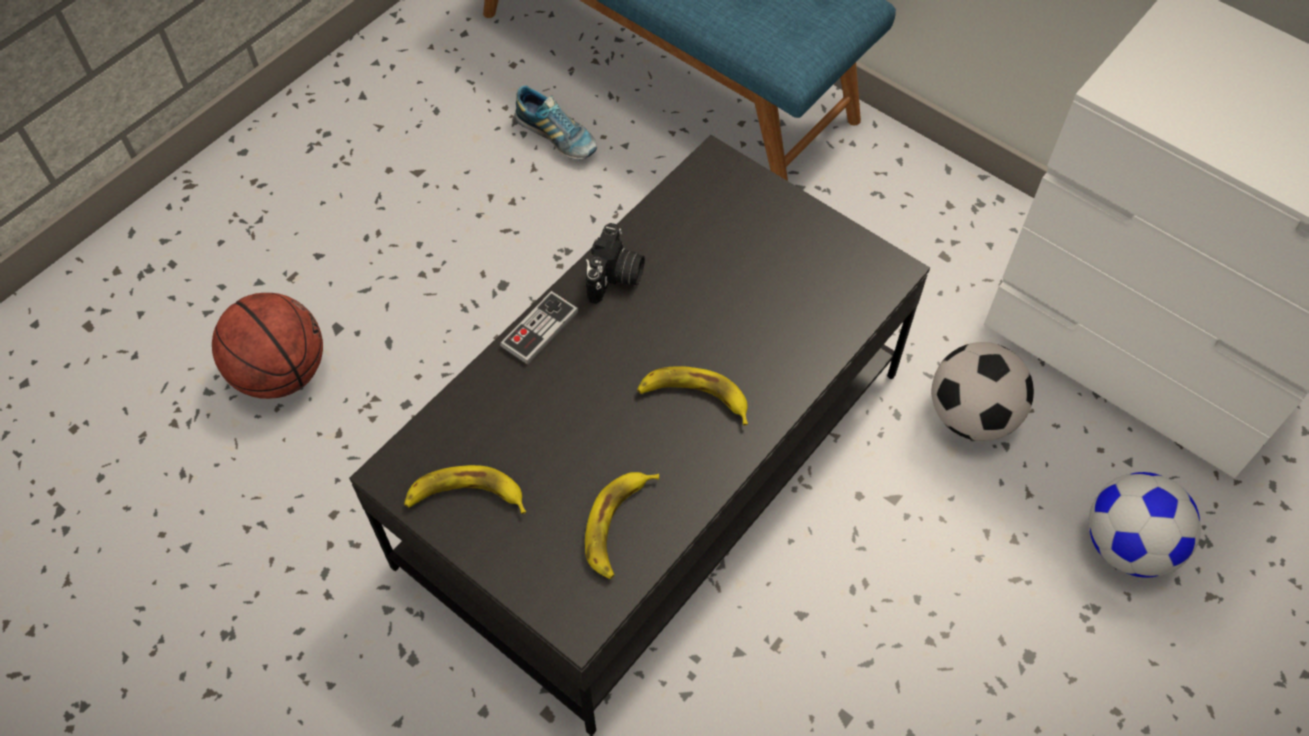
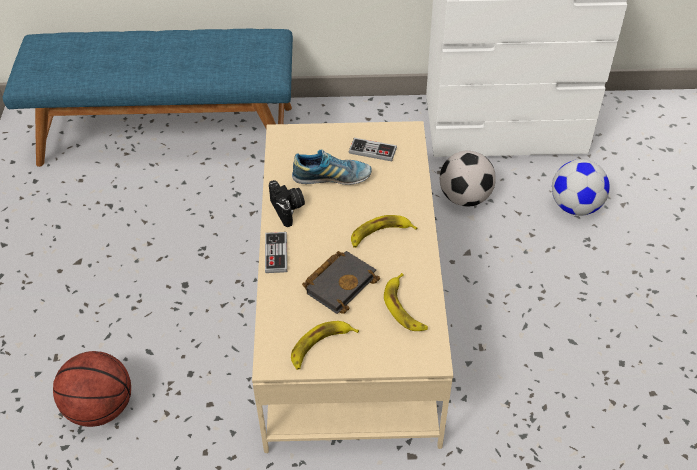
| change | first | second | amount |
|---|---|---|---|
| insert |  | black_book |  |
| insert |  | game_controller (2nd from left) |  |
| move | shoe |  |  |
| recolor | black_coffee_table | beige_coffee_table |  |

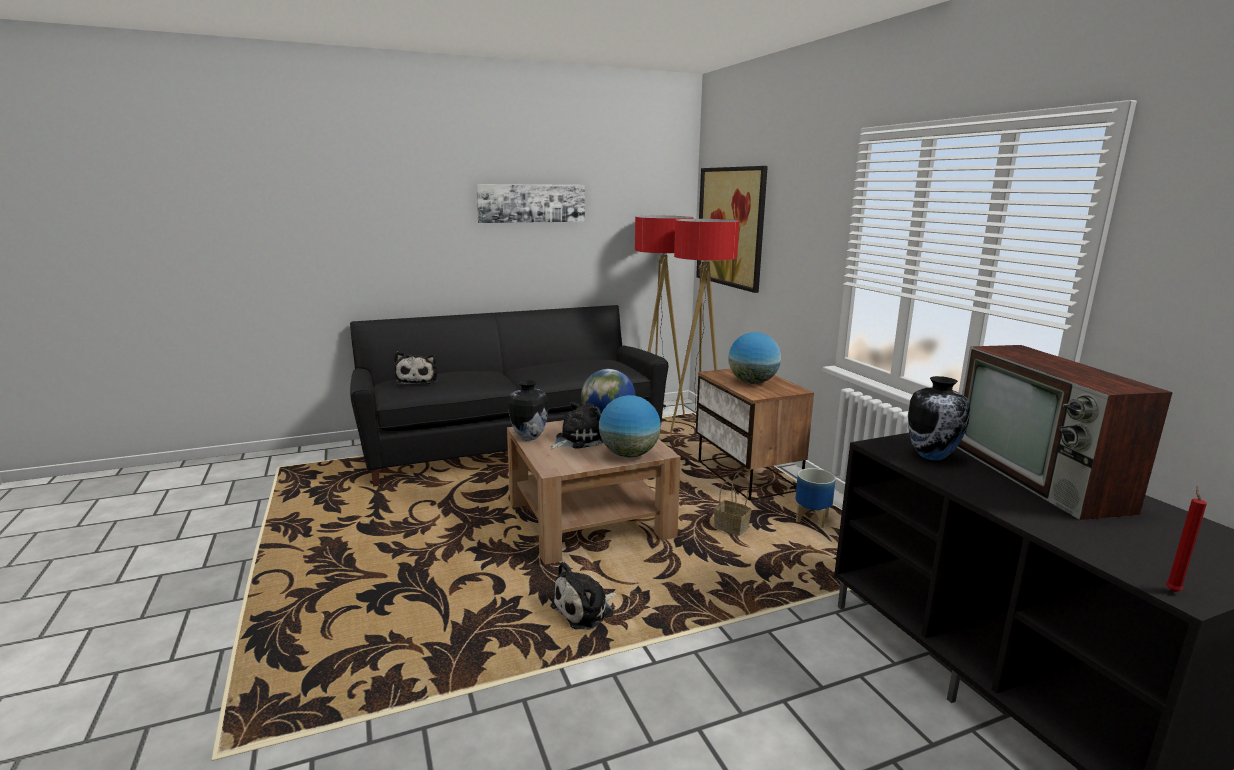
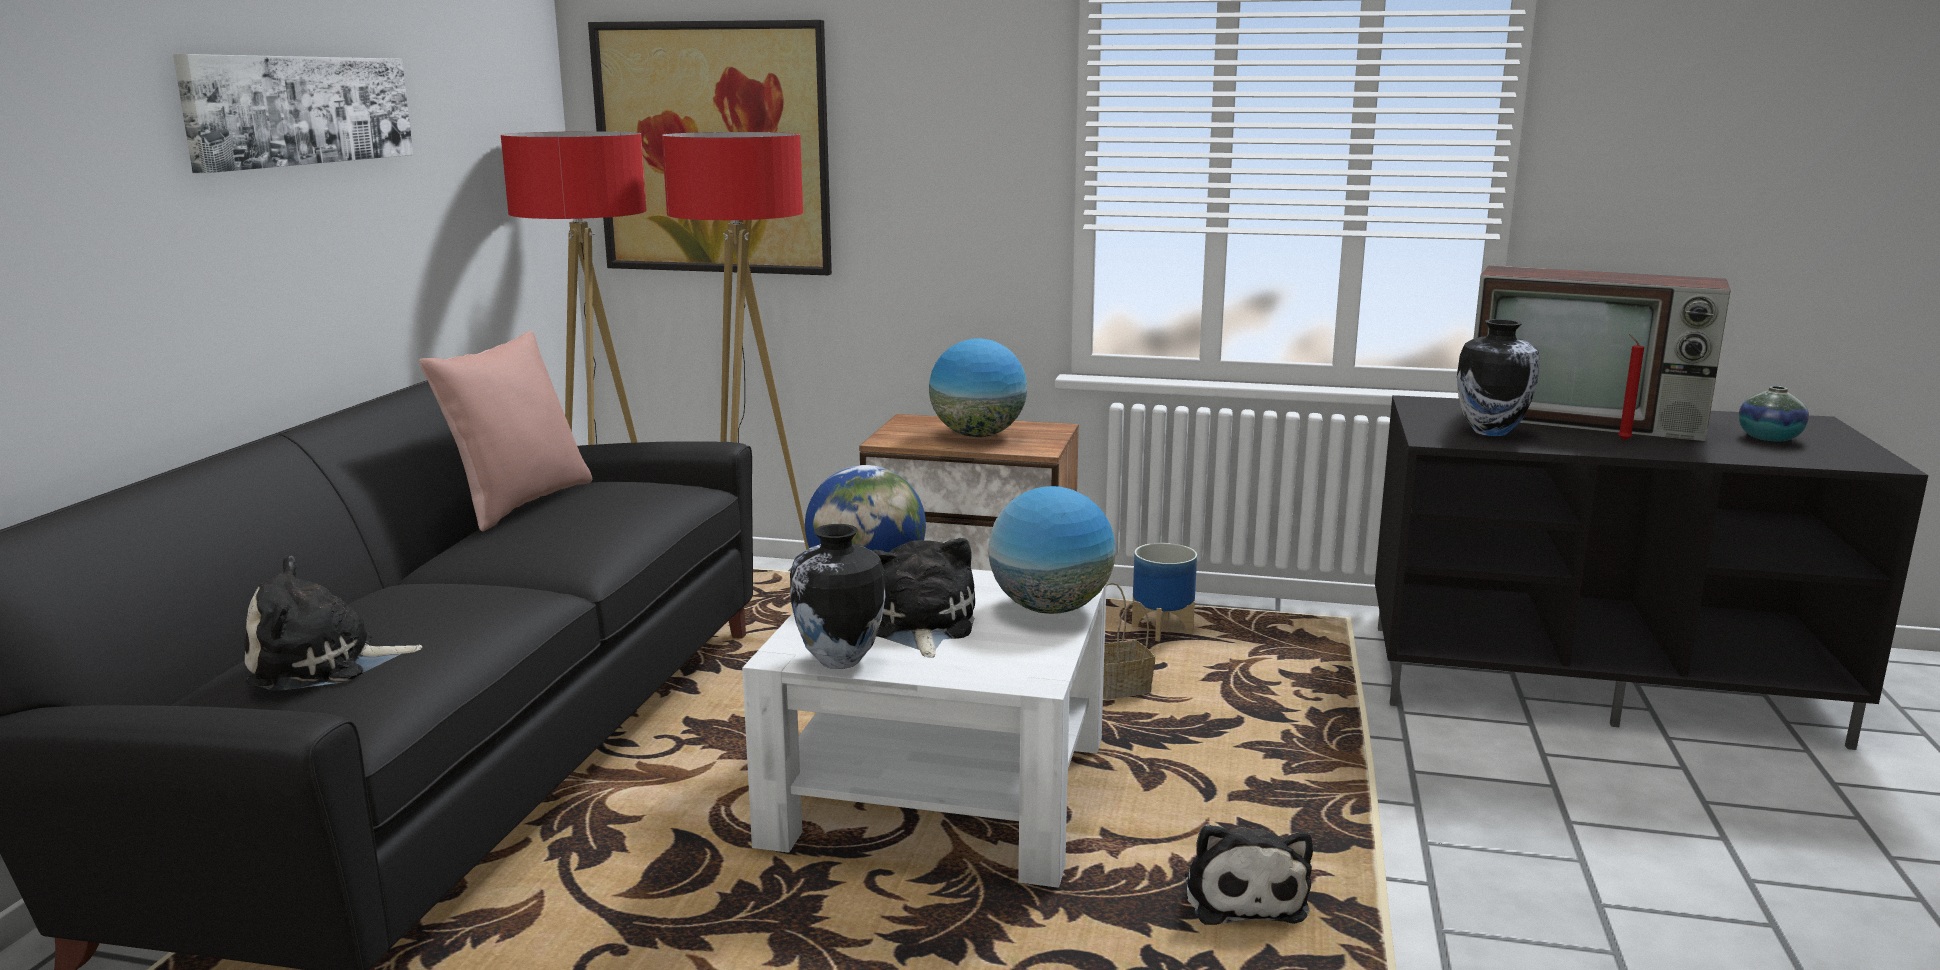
| change | first | second | amount |
|---|---|---|---|
| insert |  | pink_pillow |  |
| insert |  | vase (3rd from left) |  |
| move | red_candle |  |  |
| recolor | brown_coffee_table | white_coffee_table |  |
| rotate | plush_toy (1st from left) |  | 135 degrees clockwise |

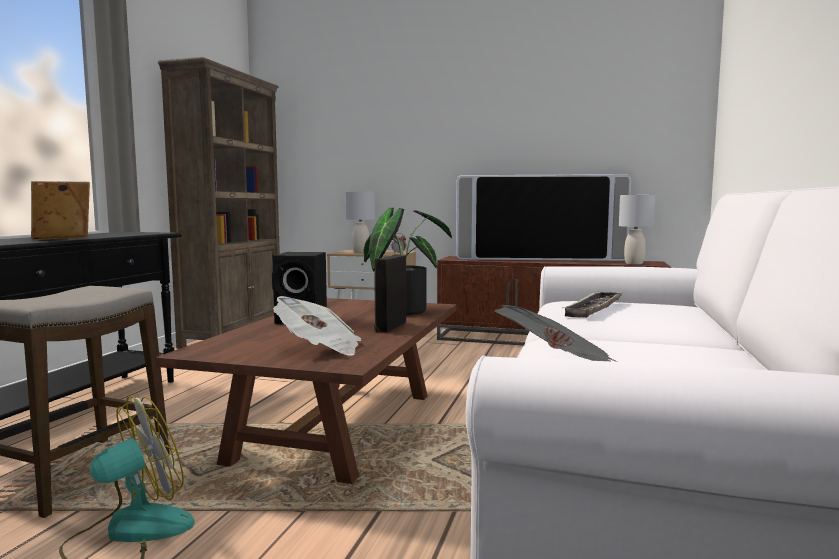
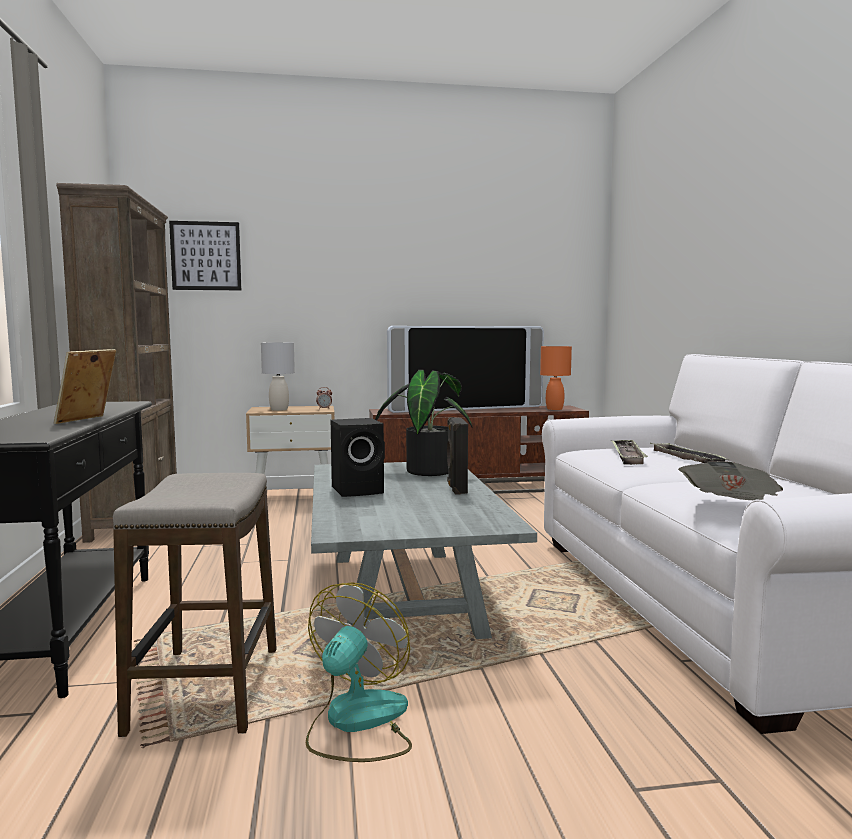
| change | first | second | amount |
|---|---|---|---|
| delete | newspaper (1st from left) |  |  |
| insert |  | picture |  |
| insert |  | tray (2nd from left) |  |
| recolor | brown_coffee_table | grey_coffee_table |  |
| recolor | grey_table_lamp (2nd from left) | orange_table_lamp |  |

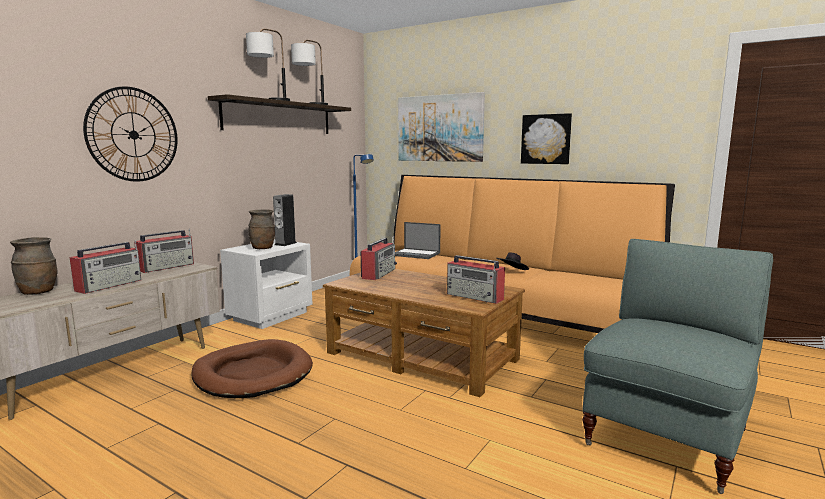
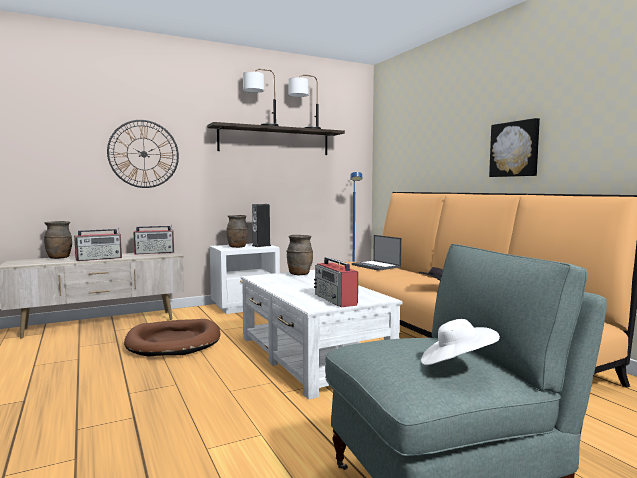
| change | first | second | amount |
|---|---|---|---|
| delete | picture (1st from left) |  |  |
| insert |  | white_hat |  |
| replace | radio (3rd from left) | brown_vase (3rd from left) |  |
| recolor | brown_coffee_table | white_coffee_table |  |

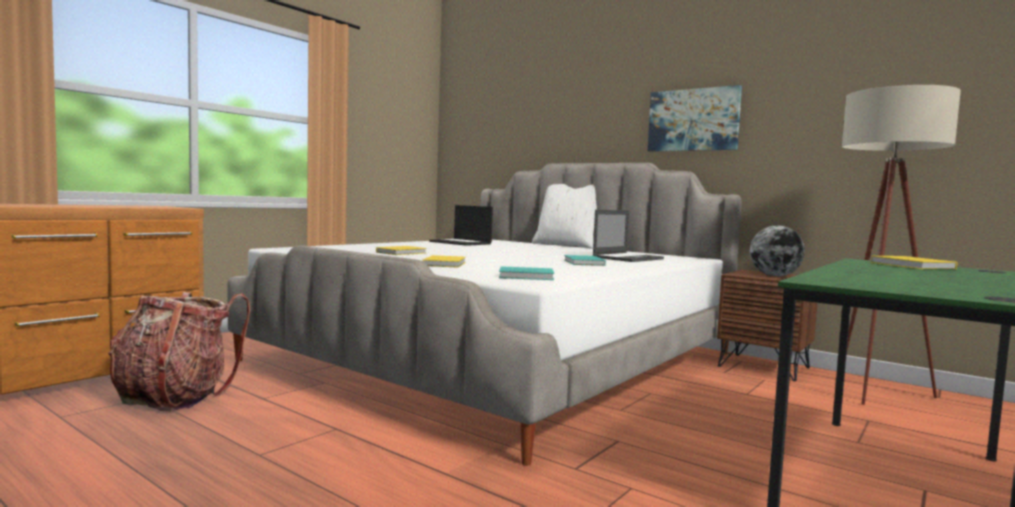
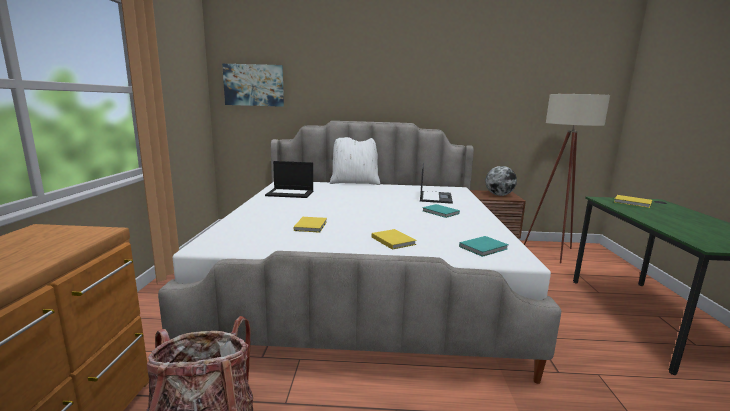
| change | first | second | amount |
|---|---|---|---|
| move | picture |  |  |

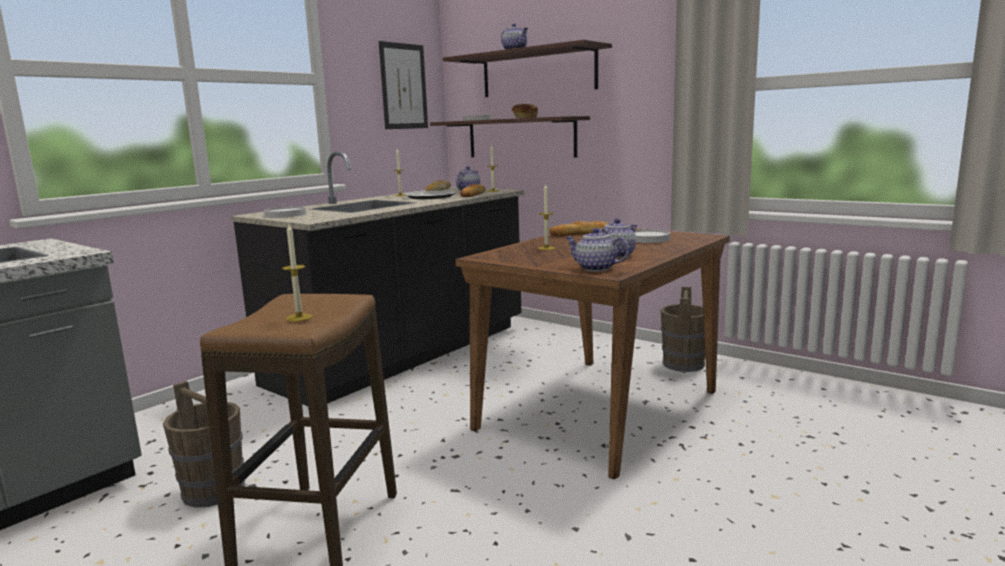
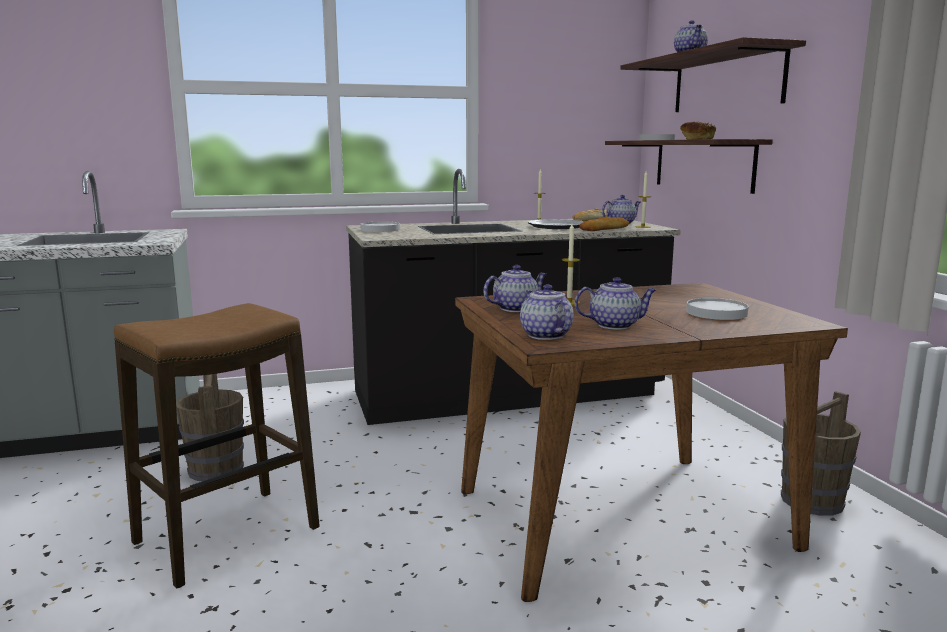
| change | first | second | amount |
|---|---|---|---|
| delete | candle (1st from left) |  |  |
| delete | picture |  |  |
| delete | bread (4th from left) |  |  |
| insert |  | teapot (1st from left) |  |

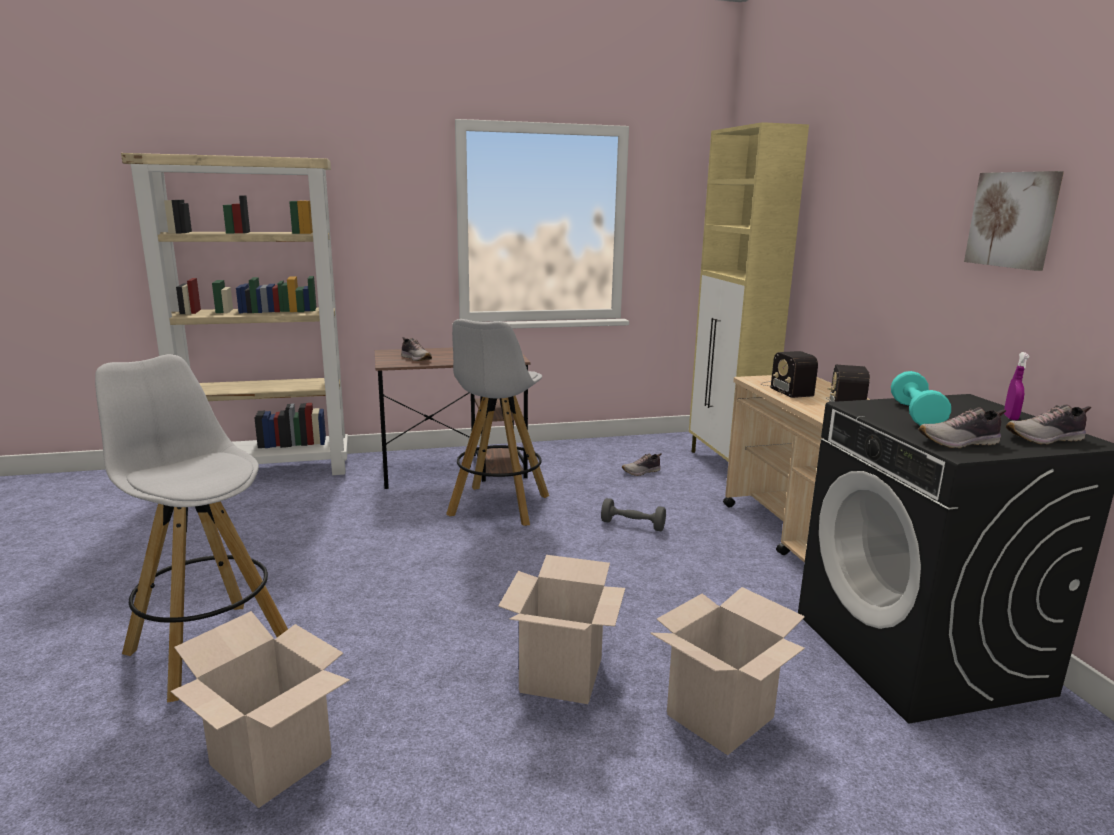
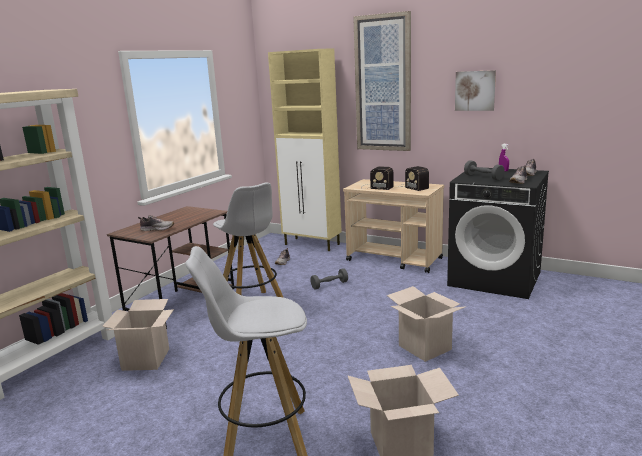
| change | first | second | amount |
|---|---|---|---|
| insert |  | picture (1st from left) |  |
| move | cardboard_box (3rd from left in the first image) | cardboard_box (1st from left) |  |
| recolor | turquoise_dumbbell | grey_dumbbell (2nd from left) |  |

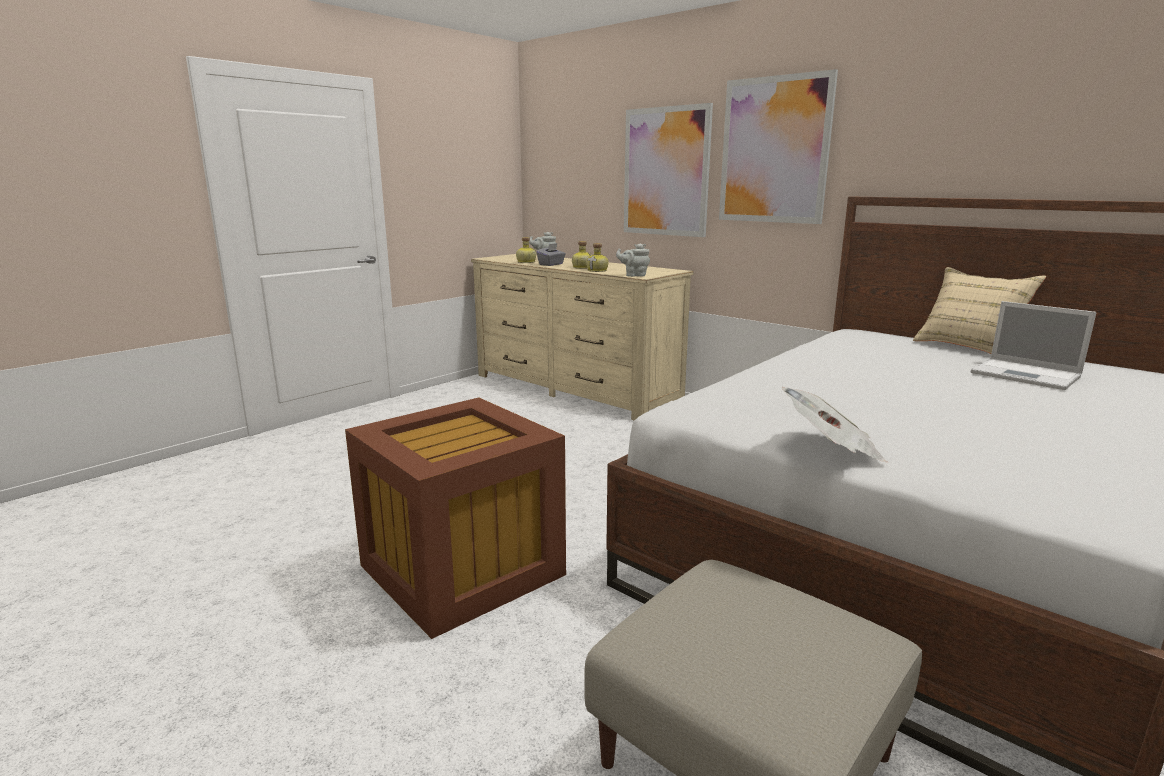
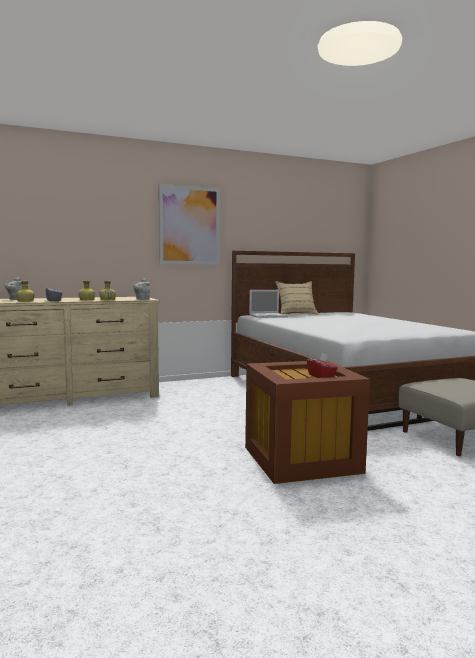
| change | first | second | amount |
|---|---|---|---|
| delete | picture (1st from left) |  |  |
| delete | newspaper |  |  |
| insert |  | red_tissue_box |  |
| move | laptop |  |  |

